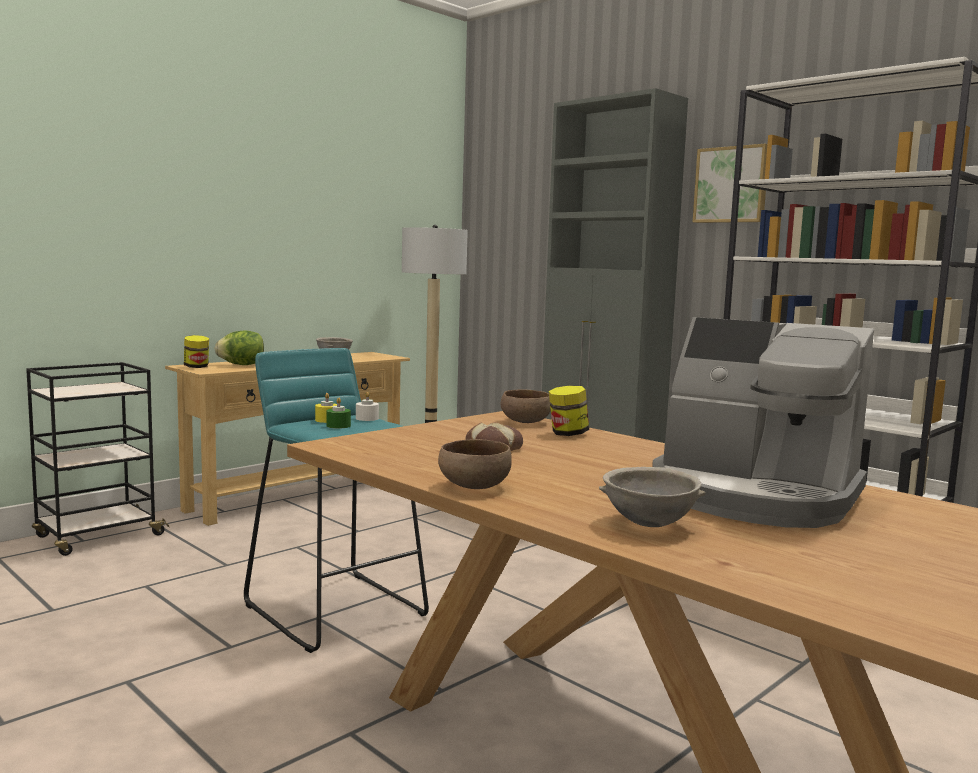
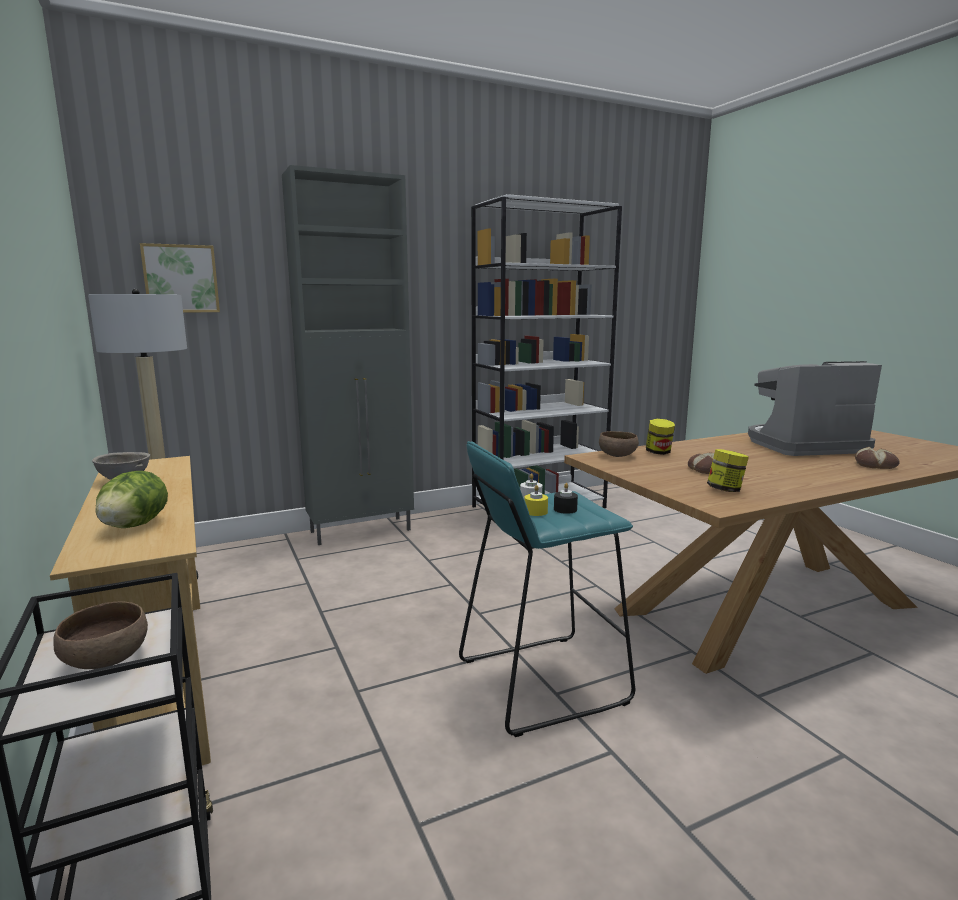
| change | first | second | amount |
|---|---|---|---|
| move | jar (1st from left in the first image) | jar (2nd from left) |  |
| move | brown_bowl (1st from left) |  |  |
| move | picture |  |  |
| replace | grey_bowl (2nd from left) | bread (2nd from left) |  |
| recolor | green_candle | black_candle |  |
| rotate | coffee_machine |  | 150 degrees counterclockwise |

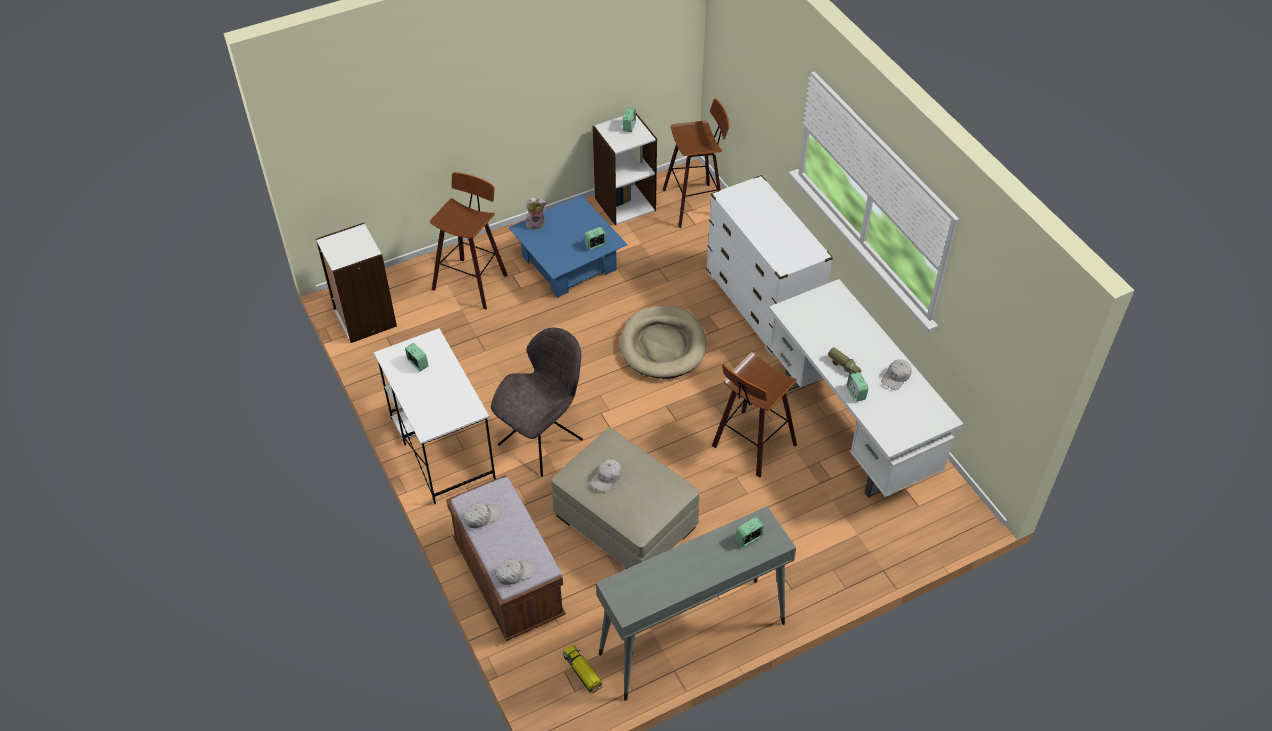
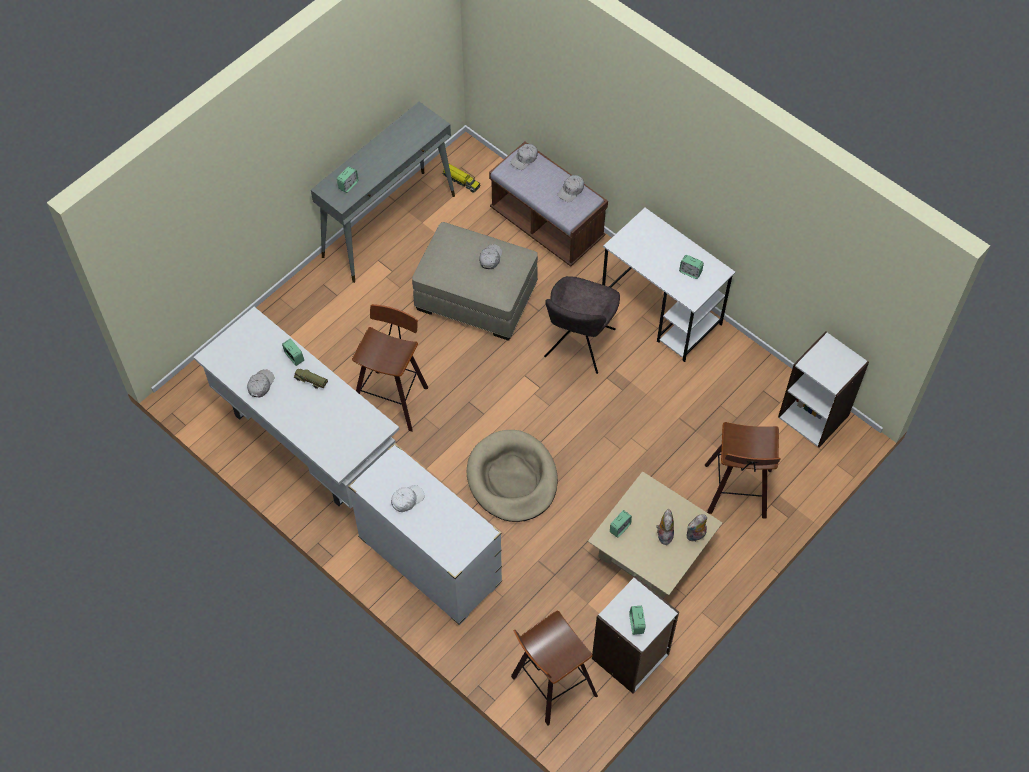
| change | first | second | amount |
|---|---|---|---|
| insert |  | white_cap (2nd from left) |  |
| insert |  | plush_toy (1st from left) |  |
| recolor | blue_coffee_table | beige_coffee_table |  |

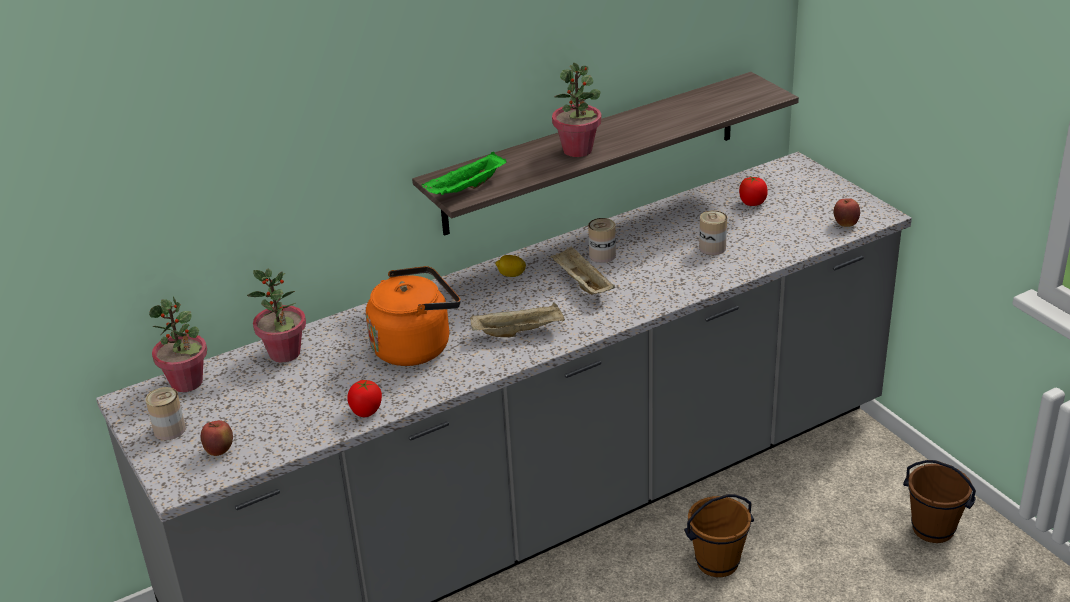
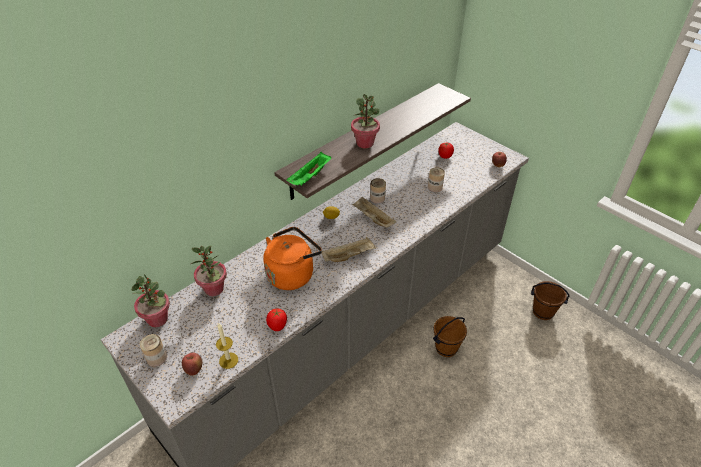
| change | first | second | amount |
|---|---|---|---|
| insert |  | candle |  |

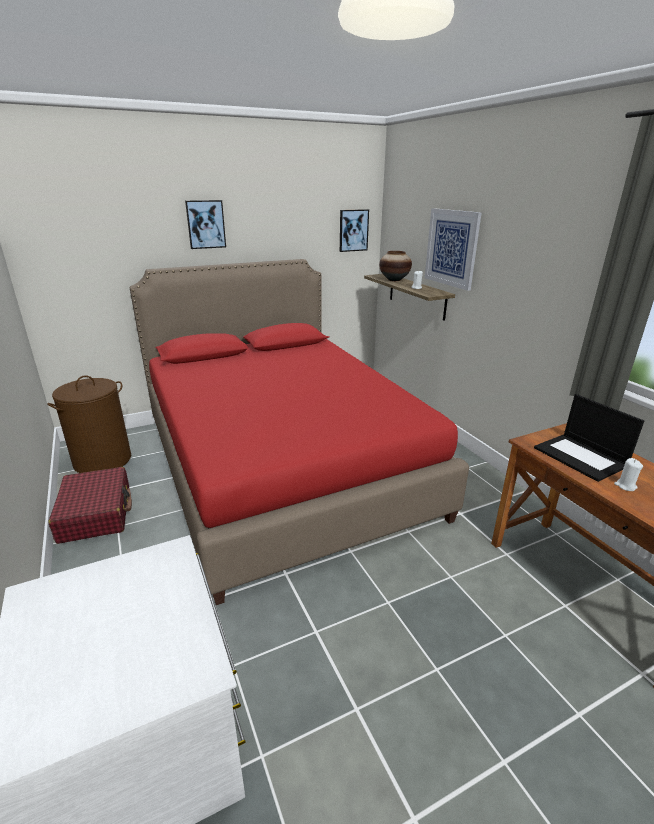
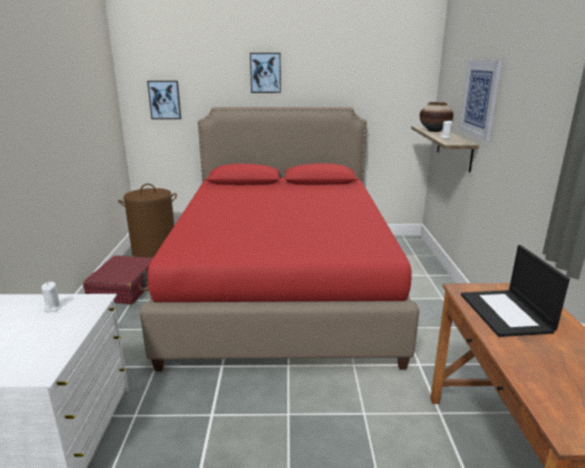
| change | first | second | amount |
|---|---|---|---|
| move | picture (2nd from left in the first image) | picture (1st from left) |  |
| move | white_candle (2nd from left in the first image) | white_candle (1st from left) |  |

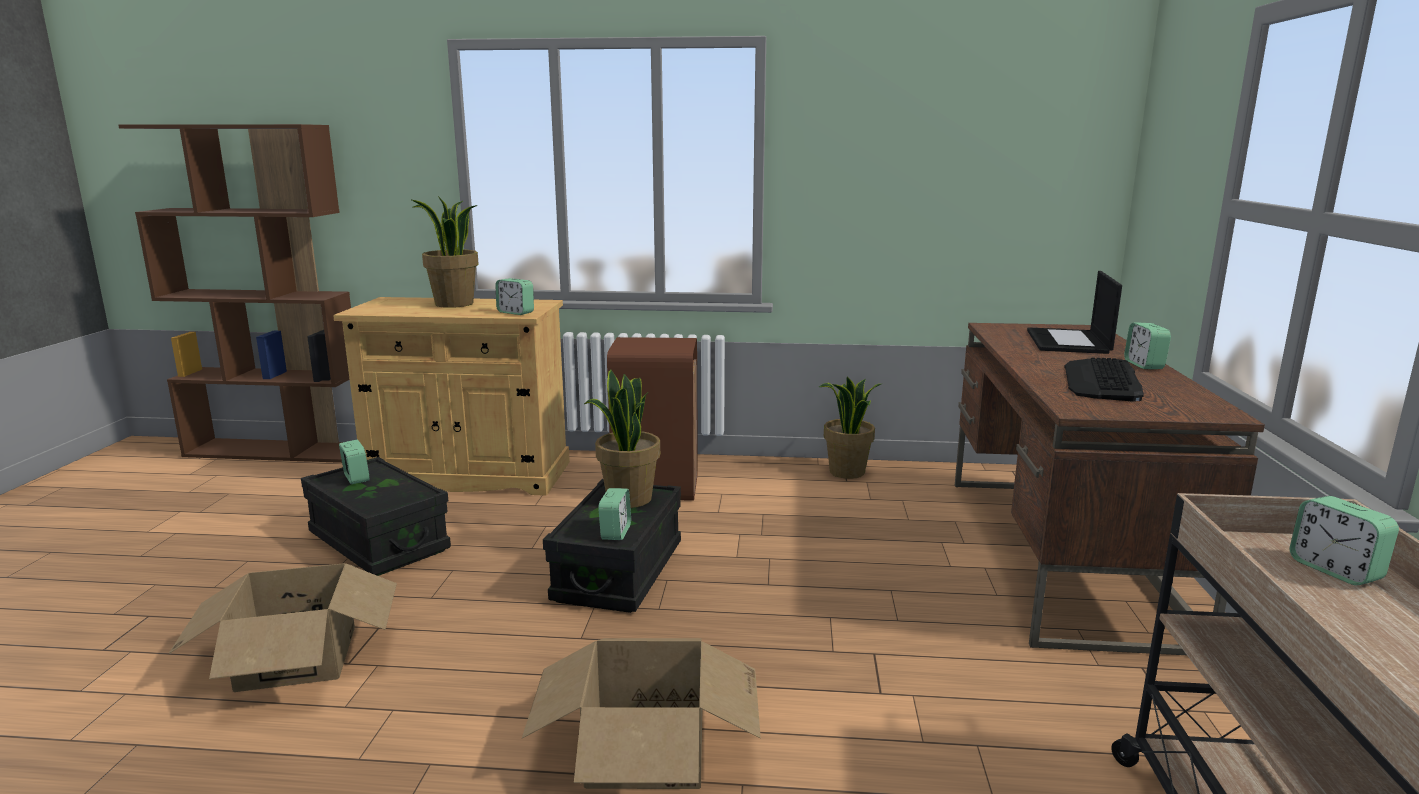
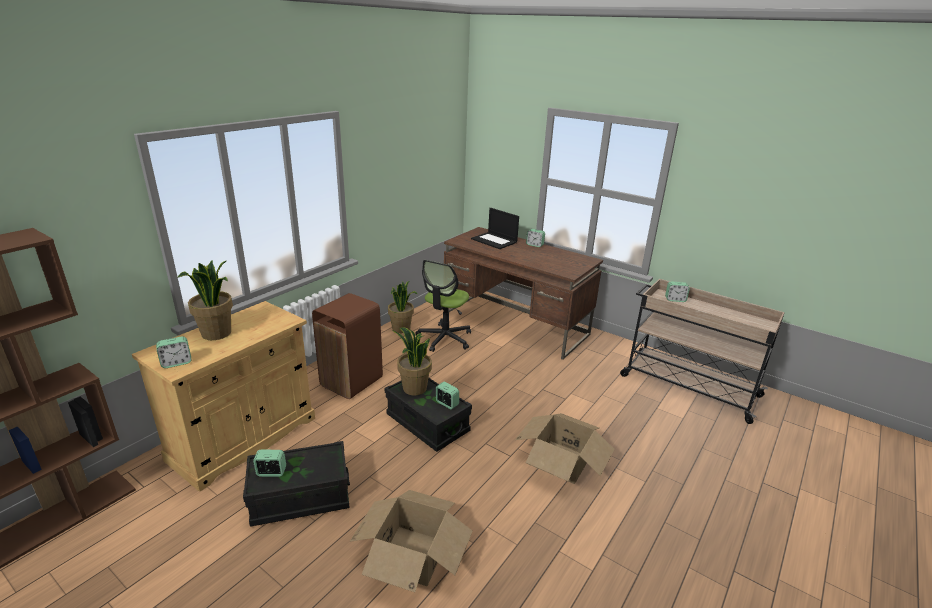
| change | first | second | amount |
|---|---|---|---|
| delete | keyboard |  |  |
| insert |  | office_chair |  |
| move | alarm_clock (2nd from left in the first image) | alarm_clock (1st from left) |  |

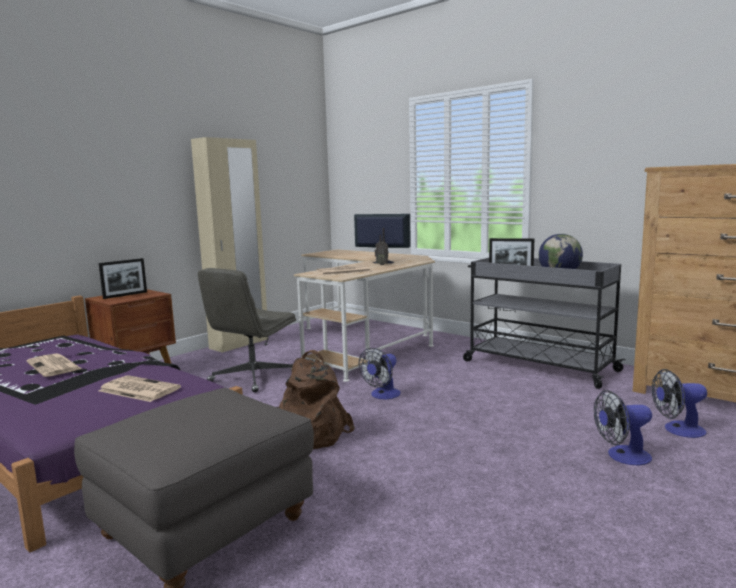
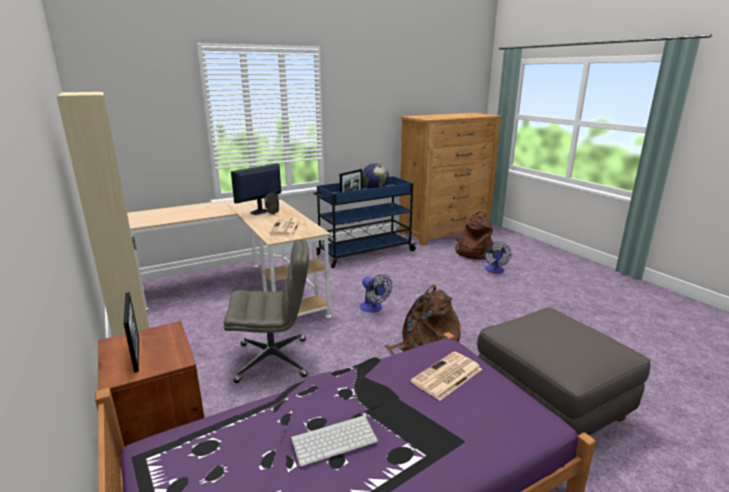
| change | first | second | amount |
|---|---|---|---|
| replace | newspaper (1st from left) | keyboard |  |
| replace | fan (3rd from left) | brown_backpack (2nd from left) |  |
| recolor | grey_cart | blue_cart |  |
| rotate | grey_office_chair |  | 60 degrees counterclockwise |

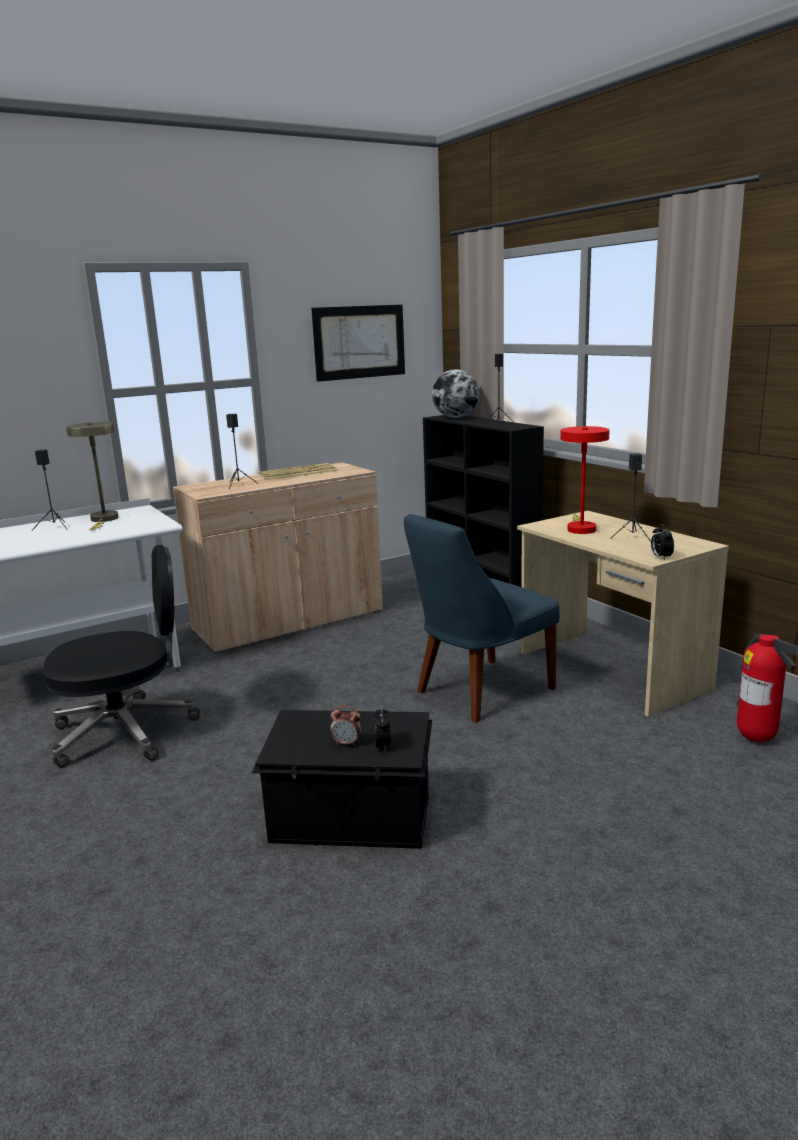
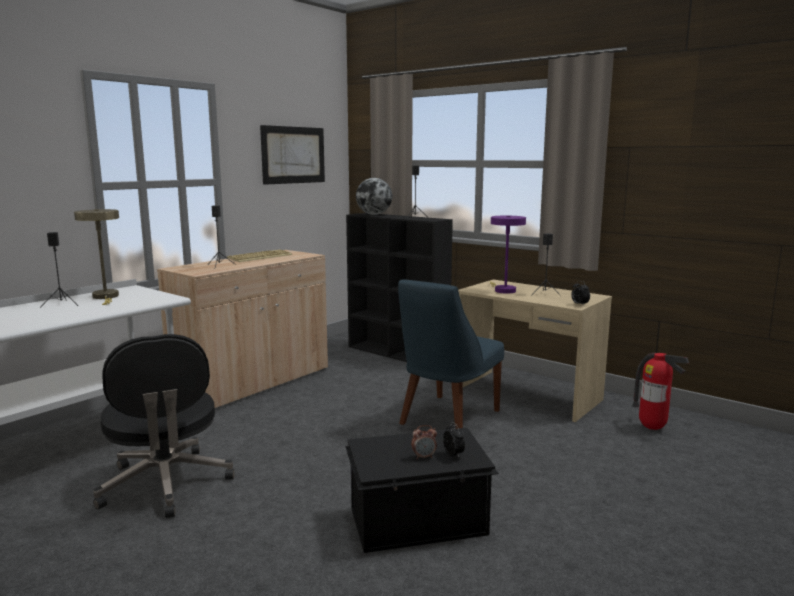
| change | first | second | amount |
|---|---|---|---|
| recolor | red_table_lamp | purple_table_lamp |  |
| rotate | black_office_chair |  | 105 degrees clockwise |

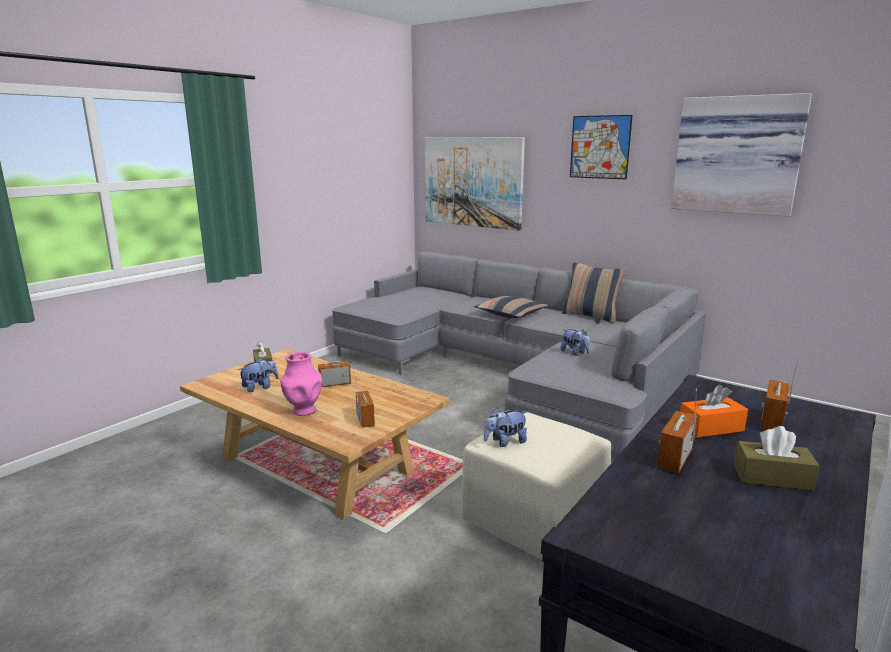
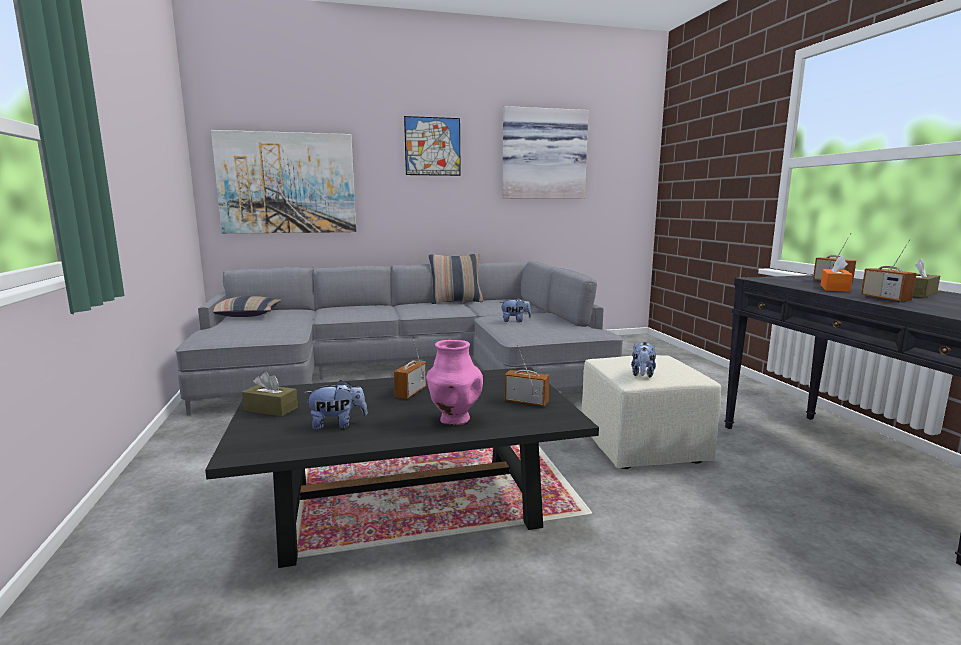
| change | first | second | amount |
|---|---|---|---|
| move | pillow (1st from left) |  |  |
| recolor | beige_coffee_table | black_coffee_table |  |
| rotate | plush_toy (1st from left) |  | 75 degrees clockwise |

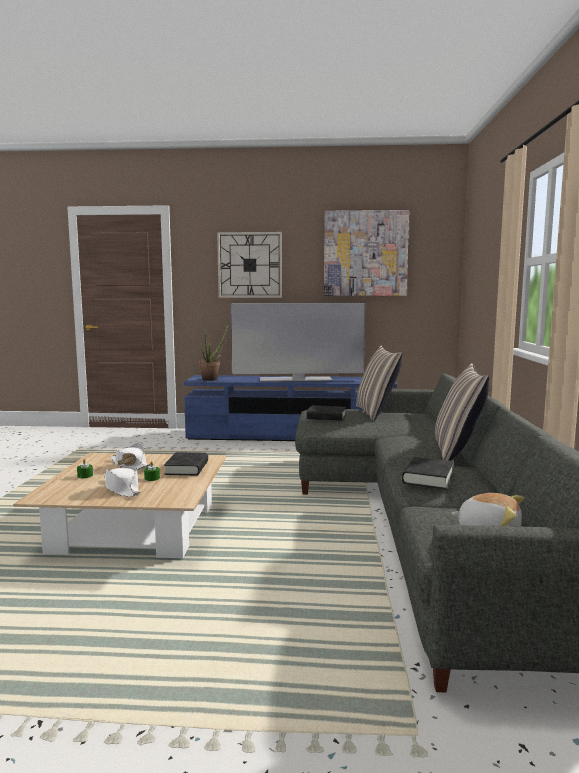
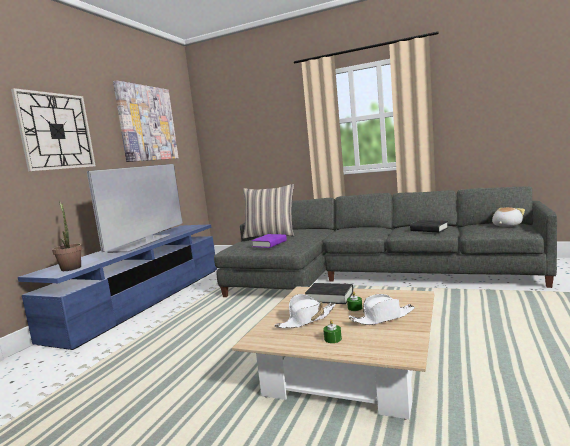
| change | first | second | amount |
|---|---|---|---|
| delete | pillow (2nd from left) |  |  |
| recolor | black_book (2nd from left) | purple_book |  |

